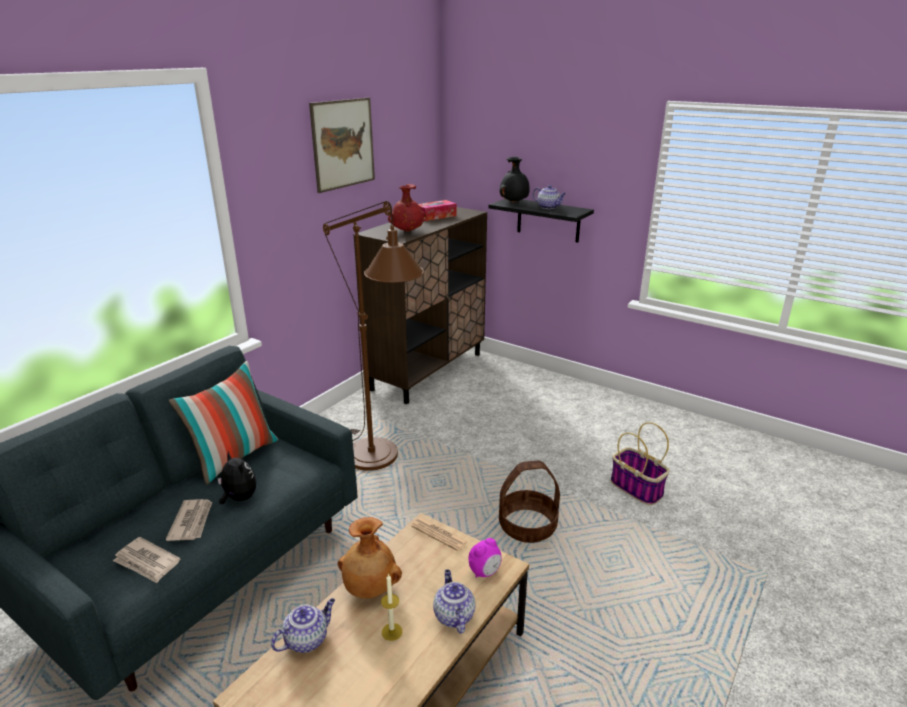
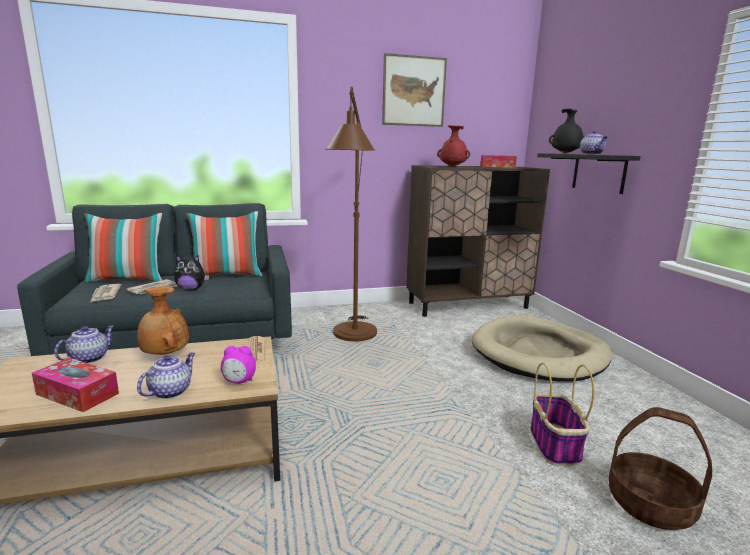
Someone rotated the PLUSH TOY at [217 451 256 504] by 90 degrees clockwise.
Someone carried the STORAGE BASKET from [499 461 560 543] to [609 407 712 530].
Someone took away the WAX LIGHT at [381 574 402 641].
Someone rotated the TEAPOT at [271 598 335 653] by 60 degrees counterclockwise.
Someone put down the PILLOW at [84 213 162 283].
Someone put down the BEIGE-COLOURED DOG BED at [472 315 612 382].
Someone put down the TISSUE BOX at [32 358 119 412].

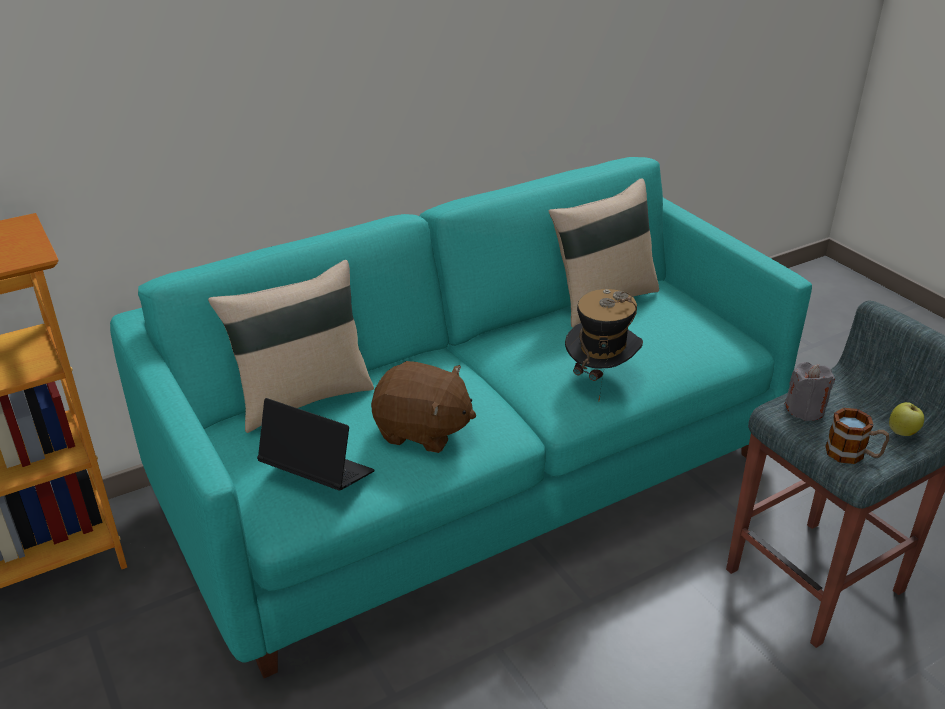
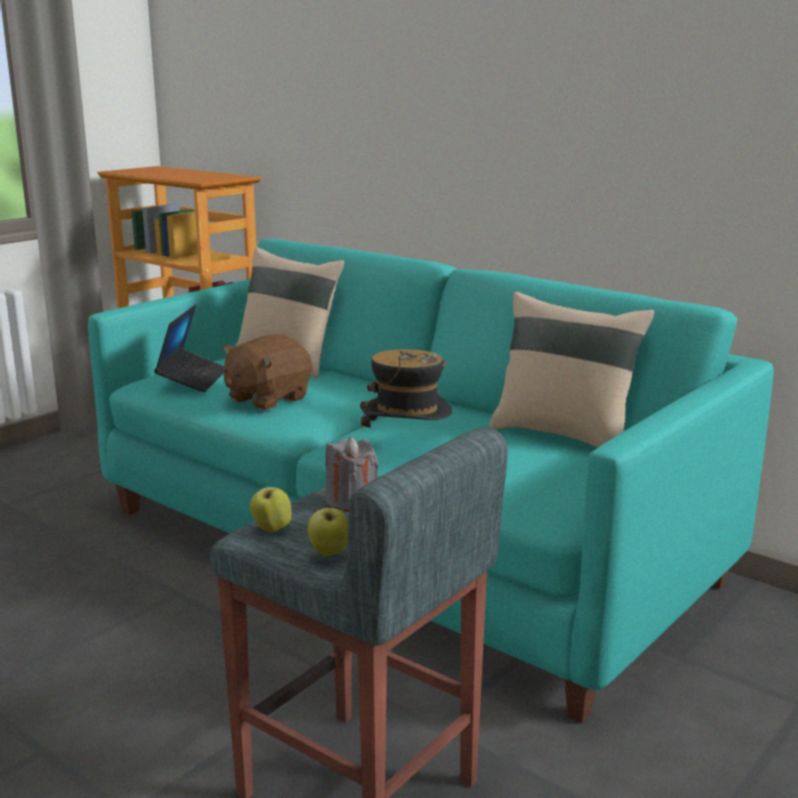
Someone rotated the BROWN-COLOURED PLUSH TOY at [371 361 476 453] by 45 degrees clockwise.
Someone swapped the COFFEE MUG at [825 408 889 464] for the APPLE FRUIT at [250 481 291 532].

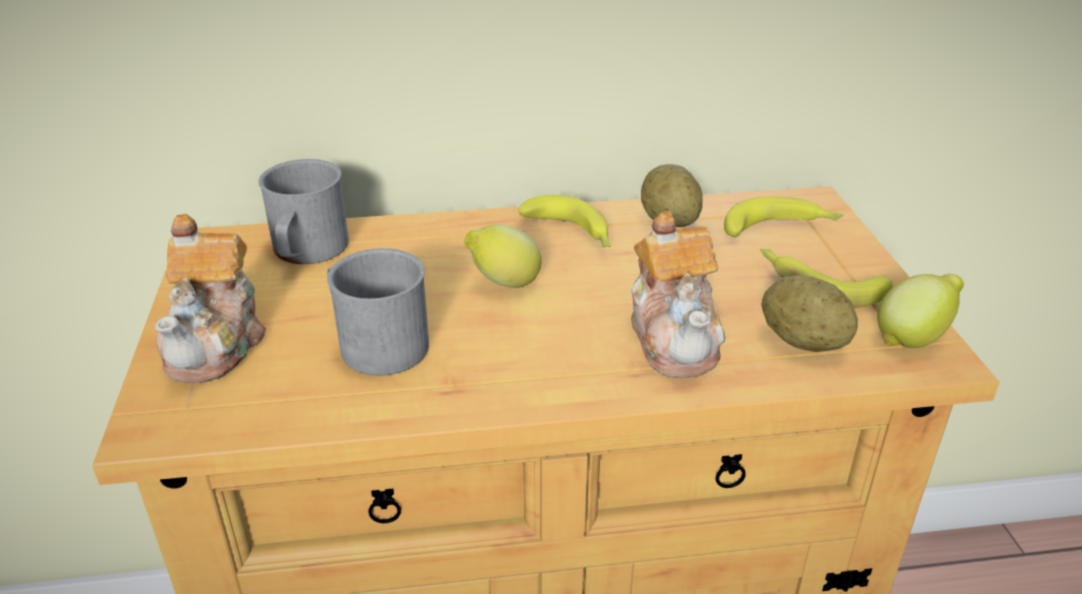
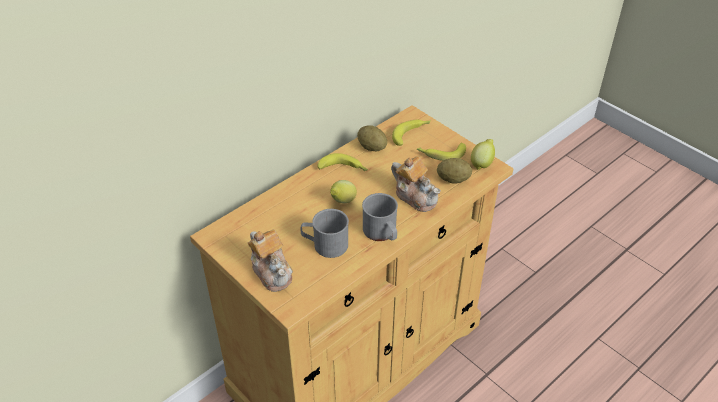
Someone carried the GRAY COFFEE MUG from [259 159 349 264] to [362 193 398 241].

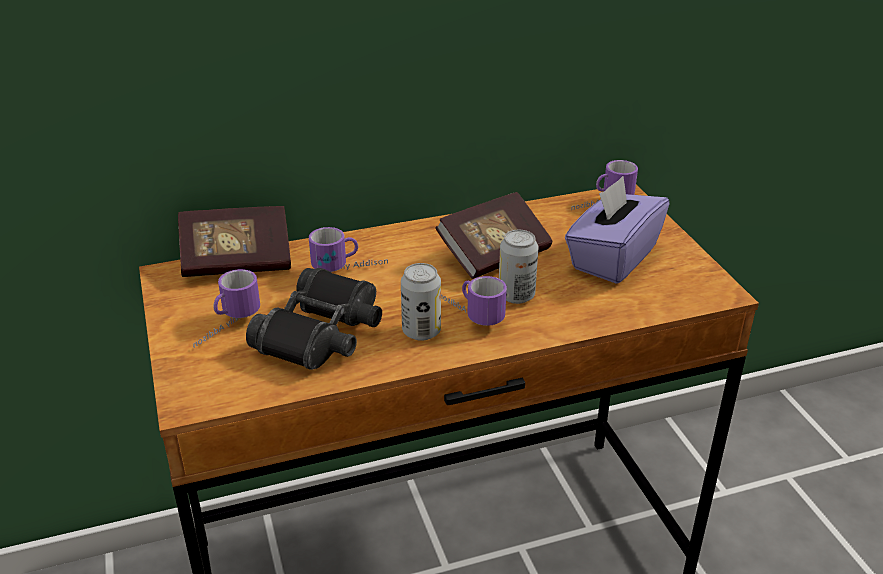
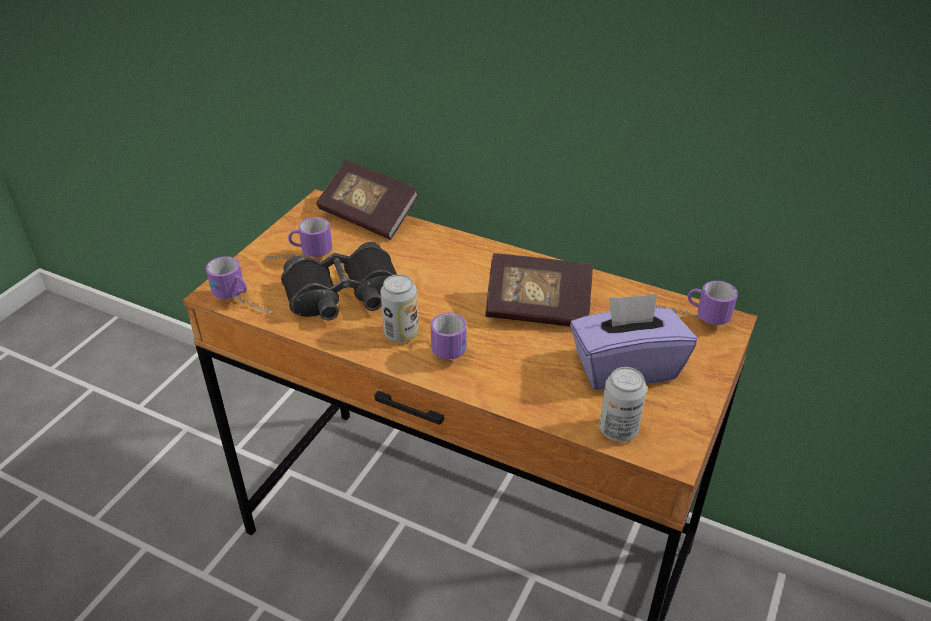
Someone carried the COFFEE MUG from [309 227 388 272] to [206 256 272 315].
Someone carried the METAL CAN from [499 230 538 304] to [599 367 647 442].

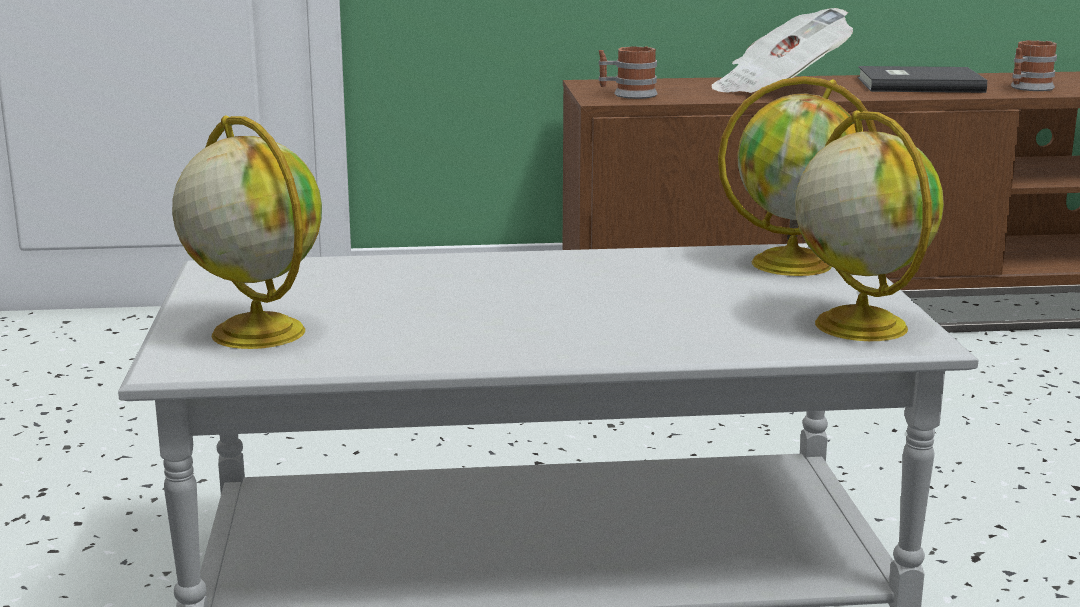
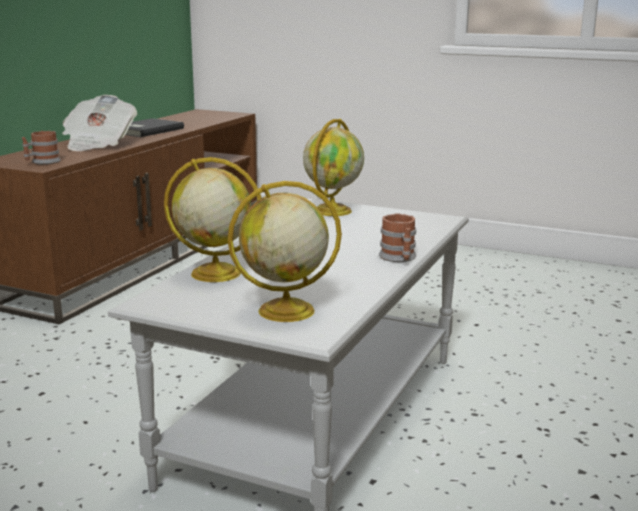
Someone carried the COFFEE MUG from [1011 40 1057 91] to [379 213 416 262].
Someone carried the DESK GLOBE from [795 110 944 341] to [164 157 262 282].

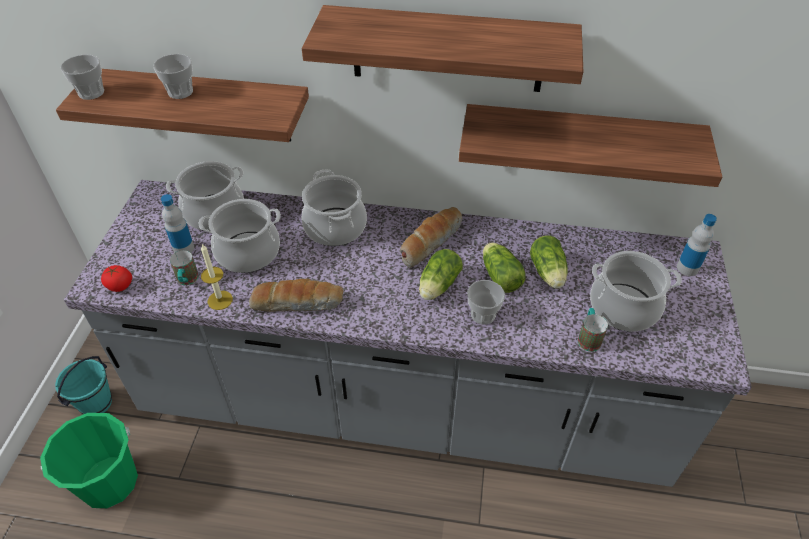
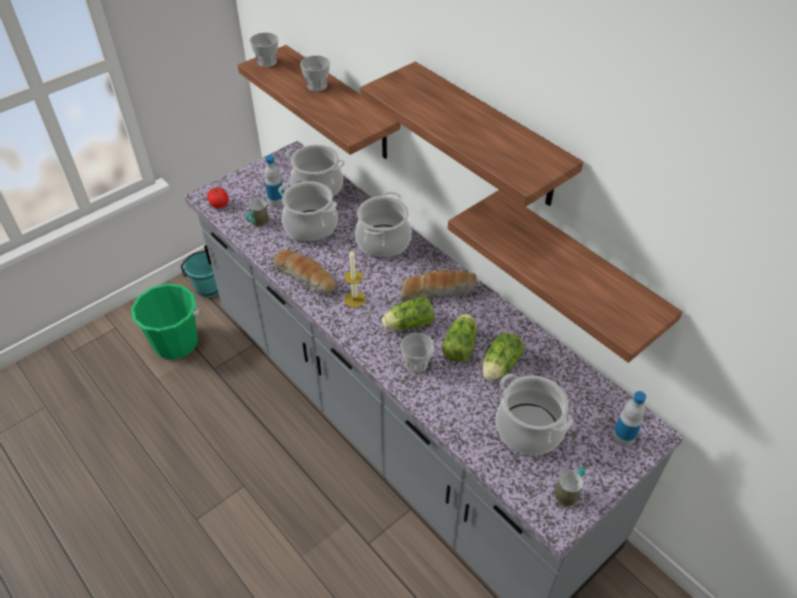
Someone carried the WAX LIGHT from [201 244 233 310] to [344 251 366 308].
Someone carried the COFFEE MUG from [578 308 608 352] to [554 467 585 507].

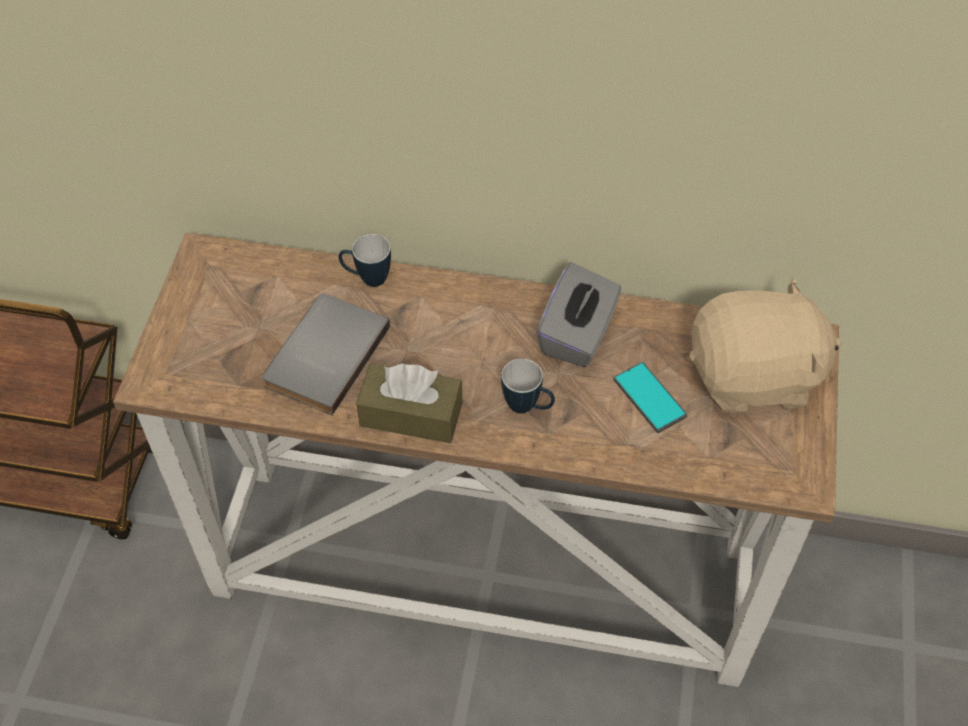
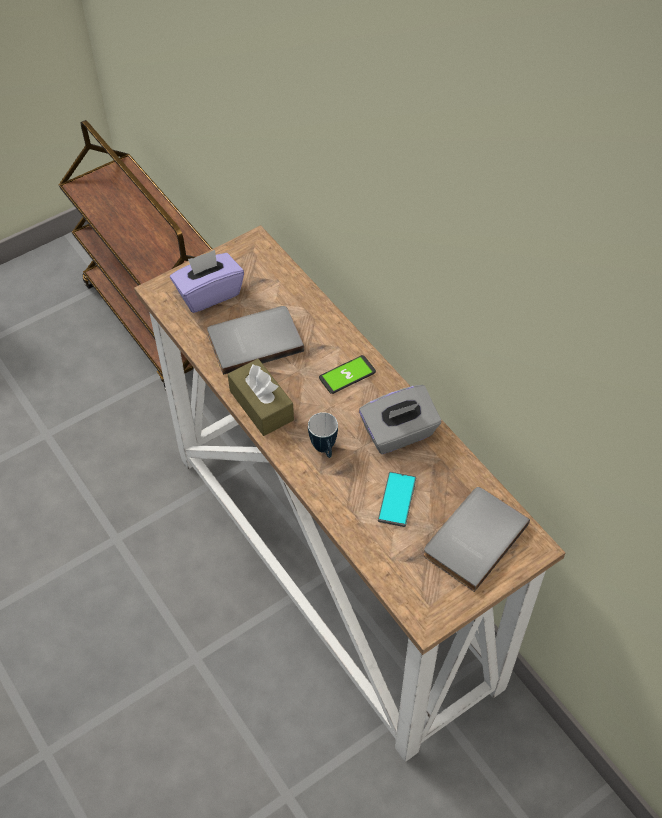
Someone took away the COFFEE MUG at [338 234 391 287].
Someone swapped the BEIGE-COLOURED PLUSH TOY at [689 277 842 414] for the GRAY BOOK at [424 487 530 592].
Someone put down the PURPLISH TISSUE BOX at [170 250 244 313].
Someone put down the PHONE at [319 355 376 394].

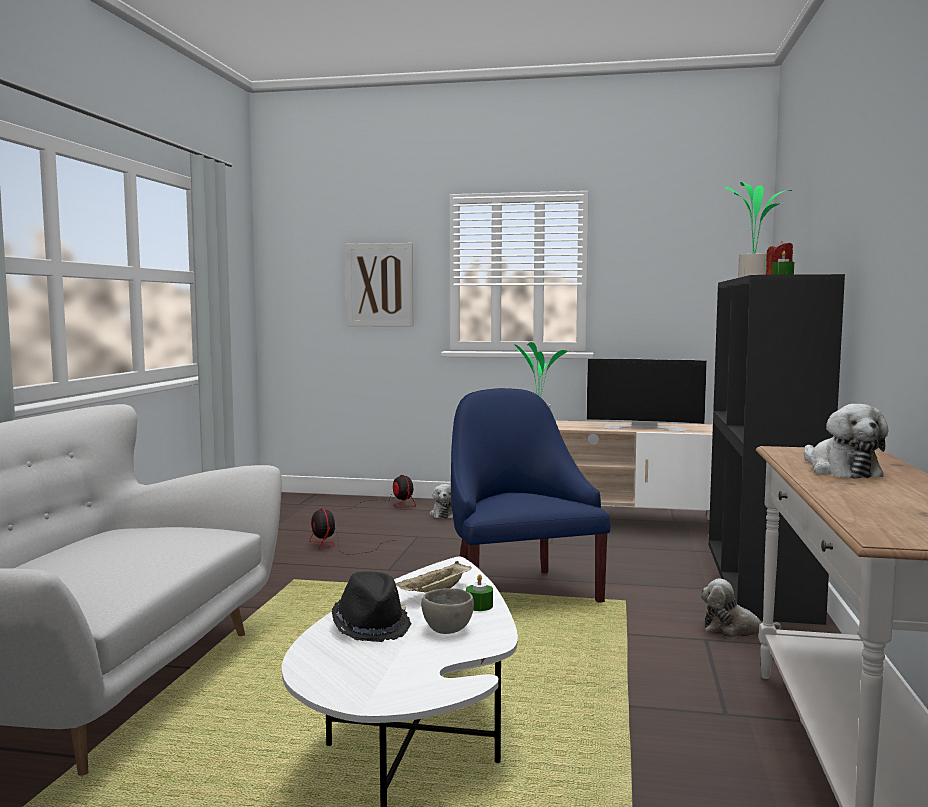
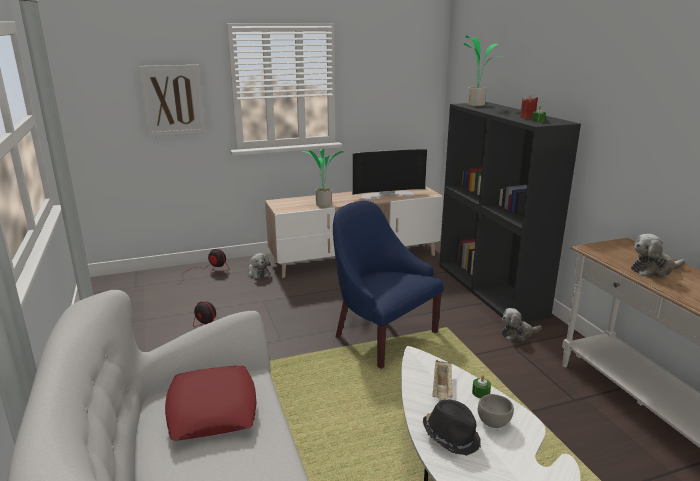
Someone rotated the PLUSH TOY at [804 404 888 479] by 120 degrees clockwise.
Someone put down the RED PILLOW at [165 366 257 441].

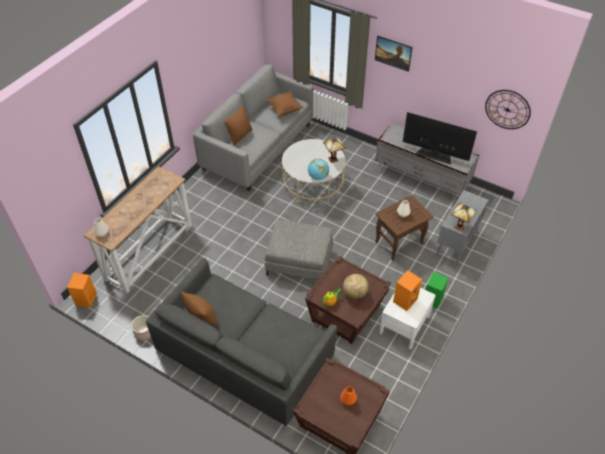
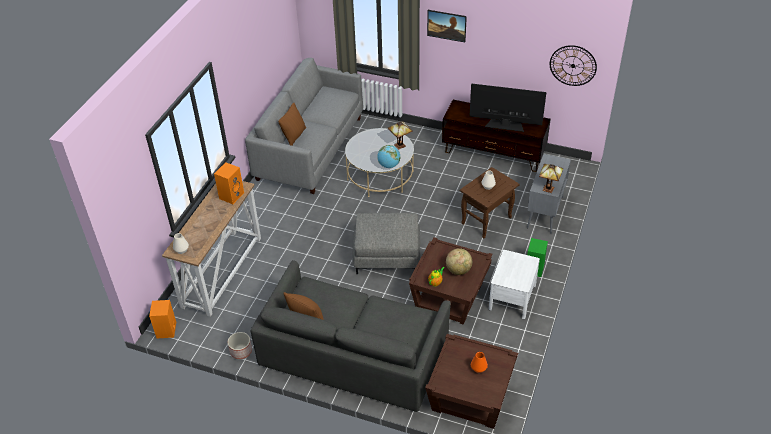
Someone took away the BROWN-COLOURED PILLOW at [266 92 303 116].
Someone repainted the GRAY MEDIA CONSOLE at [375 123 479 202], which became the BROWN-COLOURED MEDIA CONSOLE at [442 100 551 172].
Someone carried the ORANGEY LOUDSPEAKER from [393 271 422 311] to [214 162 244 204].

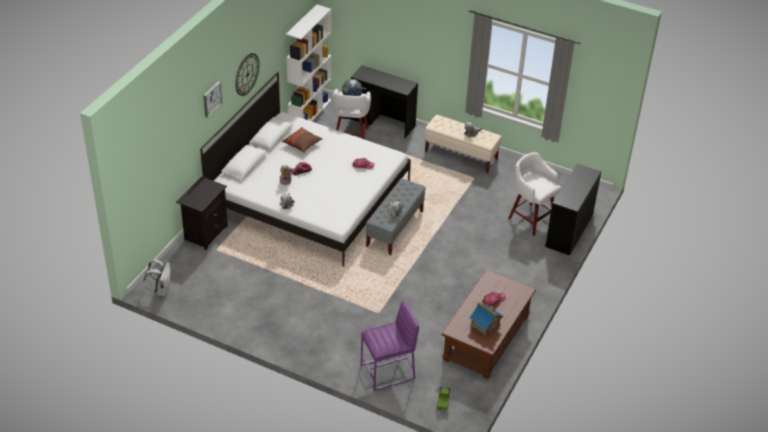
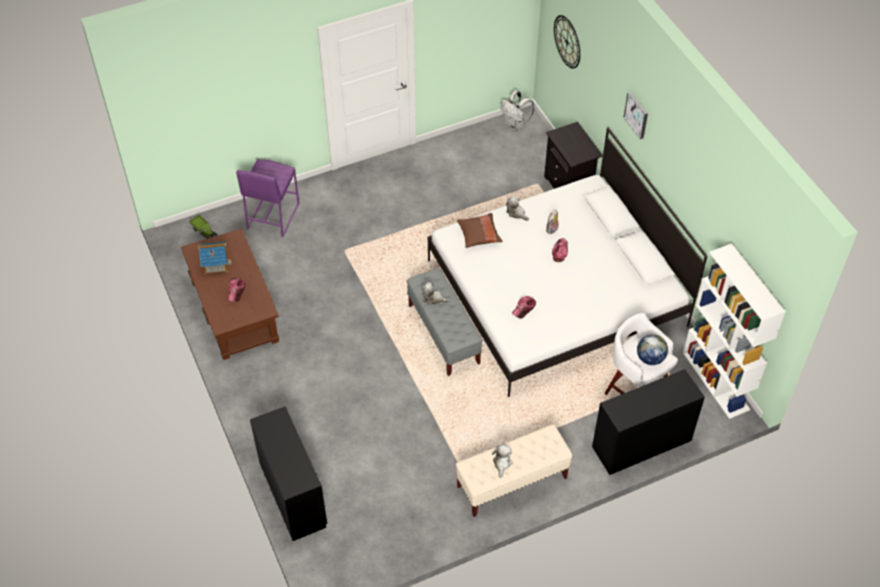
Someone carried the WALL CLOCK from [236 53 259 96] to [554 15 580 69].
Someone carried the BROWN-COLOURED PILLOW from [282 127 322 153] to [457 213 503 248].
Someone took away the WHITISH STOOL at [508 152 561 236].

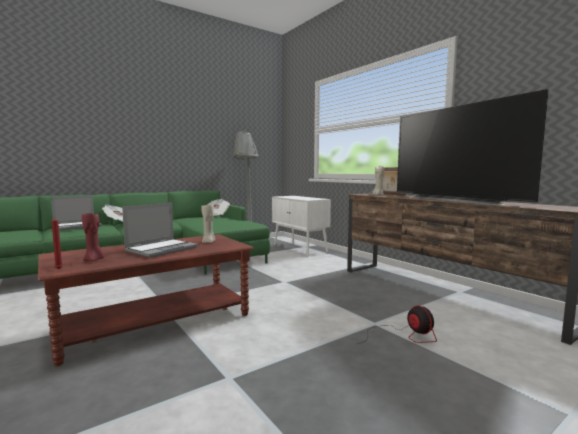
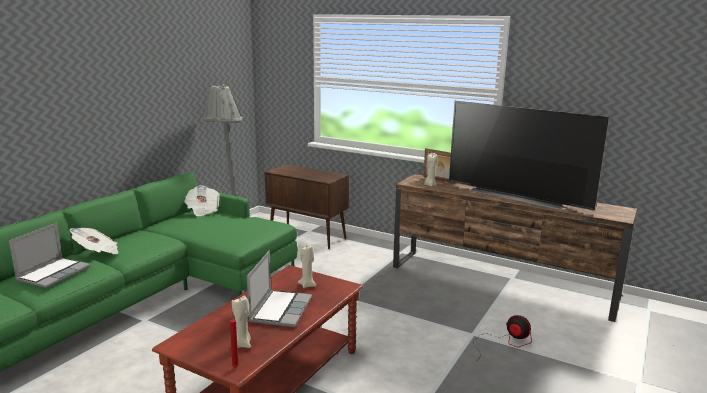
Someone repainted the WHITISH CABINET at [272 196 331 257], which became the BROWN-COLOURED CABINET at [265 165 349 249].
Someone repainted the RED WAX LIGHT at [82 213 105 261], which became the BEIGE-COLOURED WAX LIGHT at [232 296 251 348].

